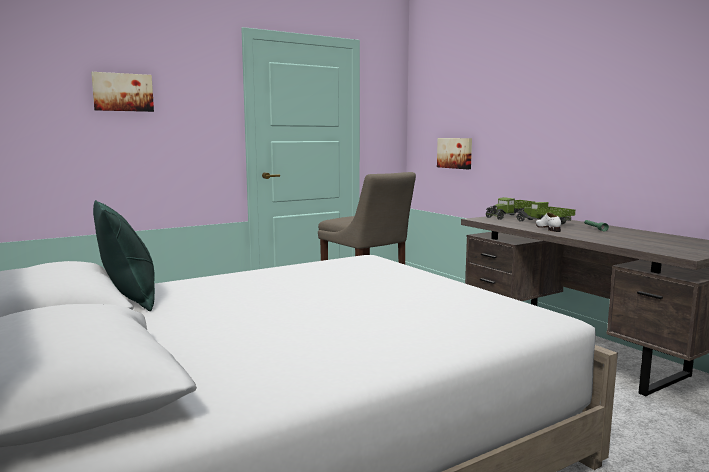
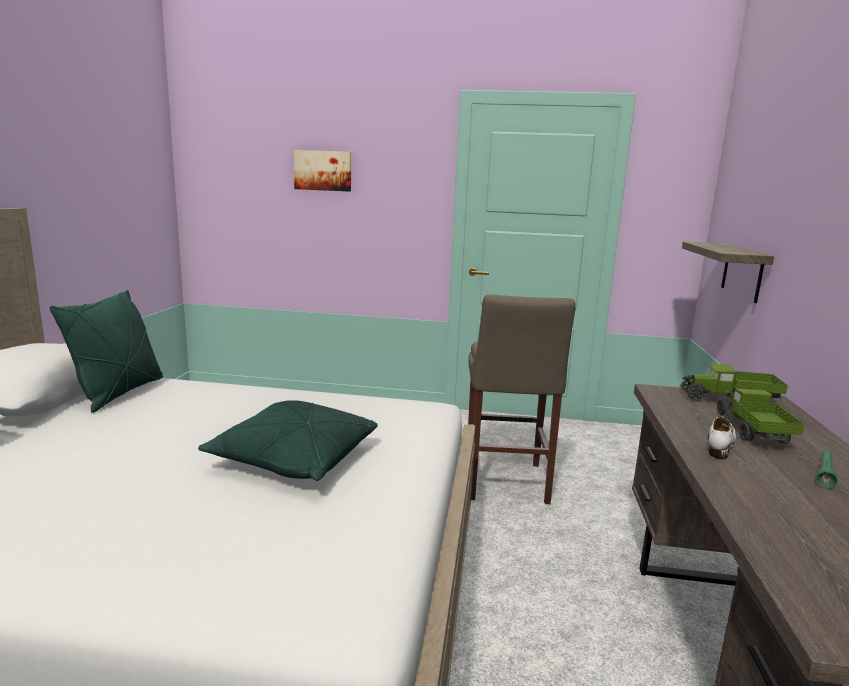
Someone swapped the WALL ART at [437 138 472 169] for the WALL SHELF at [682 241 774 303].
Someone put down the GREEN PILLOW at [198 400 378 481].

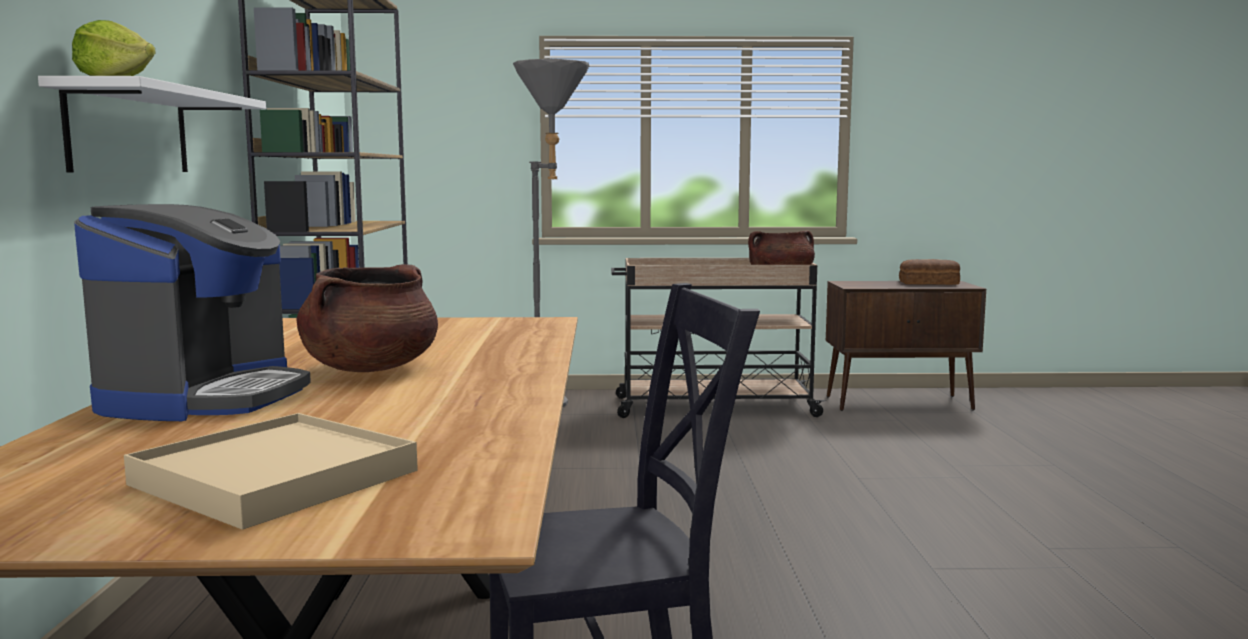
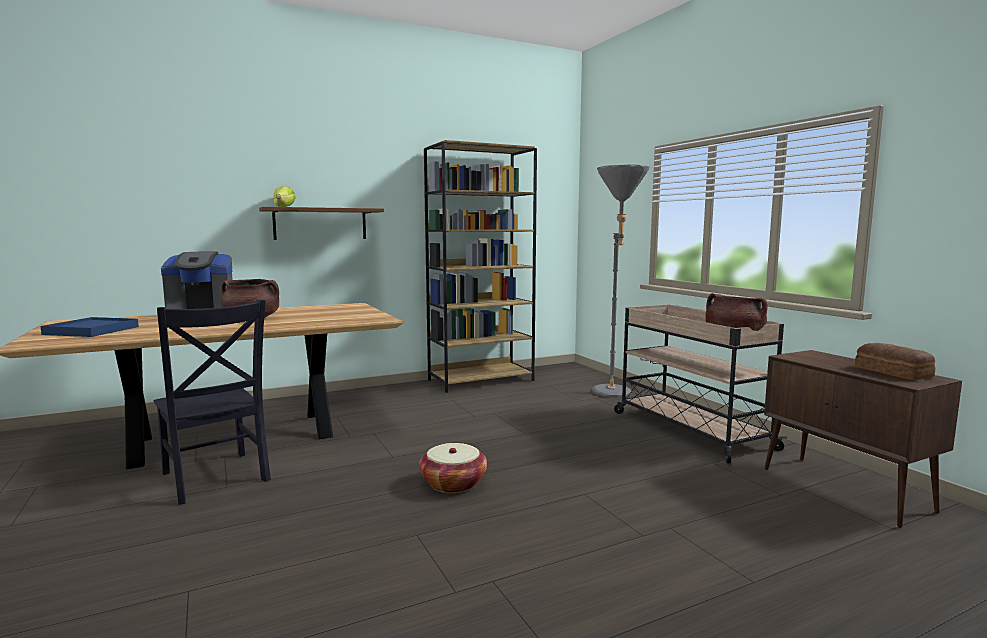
Someone repainted the WHITISH WALL SHELF at [38 76 266 173], which became the BROWN-COLOURED WALL SHELF at [259 207 384 240].
Someone repainted the BEIGE-COLOURED SERVING TRAY at [124 413 418 530], which became the BLUE SERVING TRAY at [41 317 139 337].
Someone put down the STORAGE BASKET at [419 443 487 493].

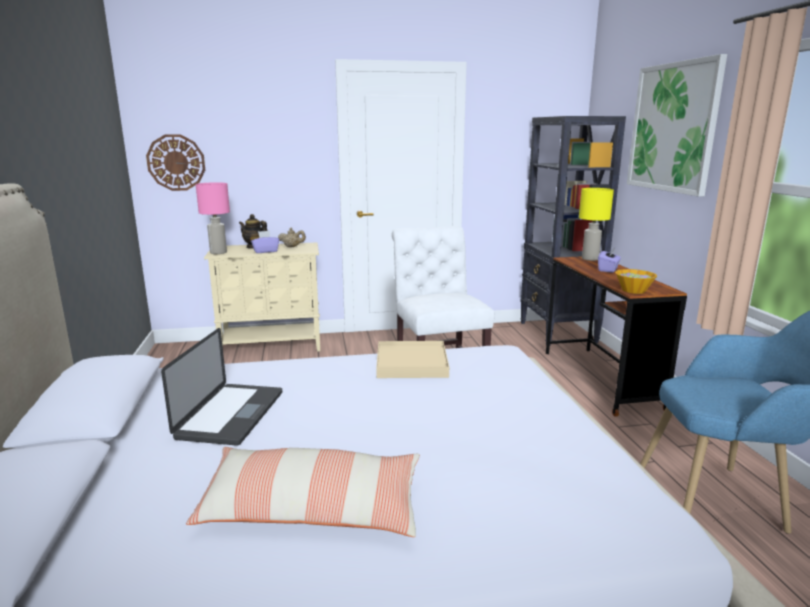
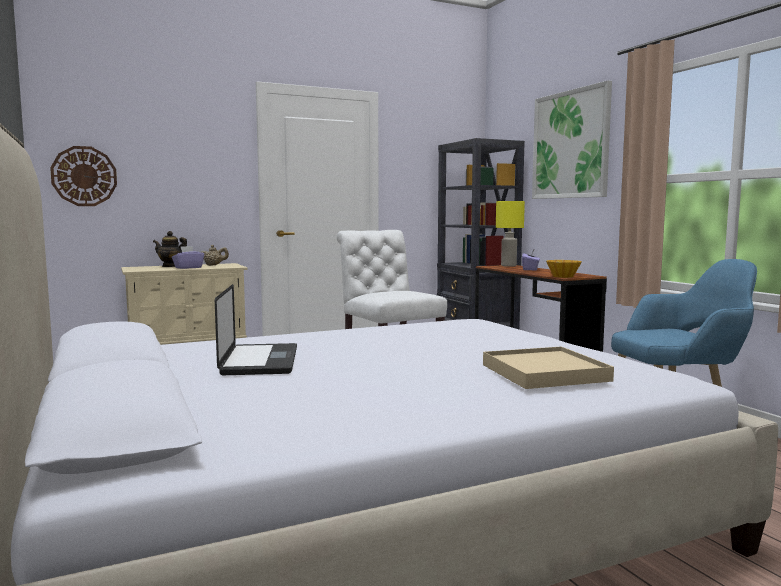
Someone took away the PINK-COLOURED TABLETOP LAMP at [195 182 230 254].
Someone carried the BEIGE-COLOURED SERVING TRAY from [376 341 449 378] to [483 346 614 389].
Someone took away the PILLOW at [186 447 420 537].

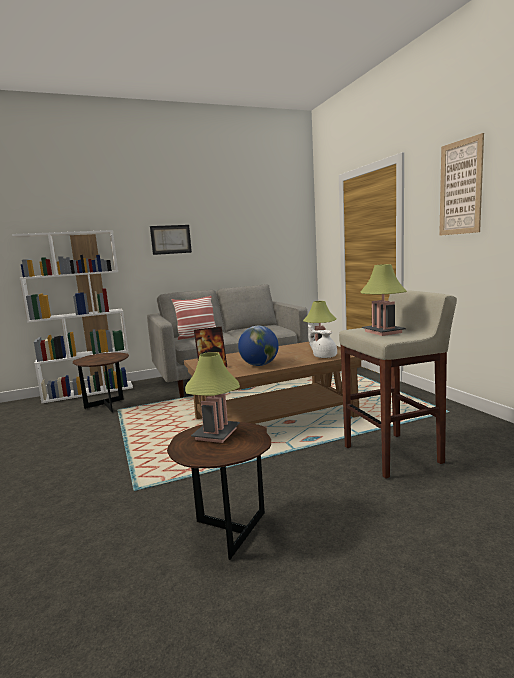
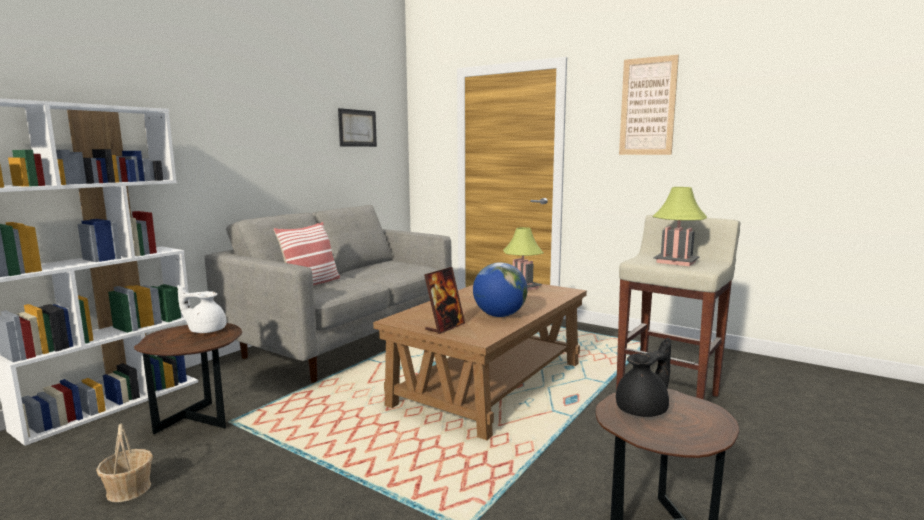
Someone carried the WALL ART from [150 225 192 255] to [338 108 377 147].
Someone carried the WHITISH TEAPOT from [308 325 337 358] to [177 285 227 333].
Someone swapped the TABLETOP LAMP at [185 352 240 443] for the BLACKISH TEAPOT at [616 338 671 417].
Someone put down the STORAGE BASKET at [96 424 153 502].

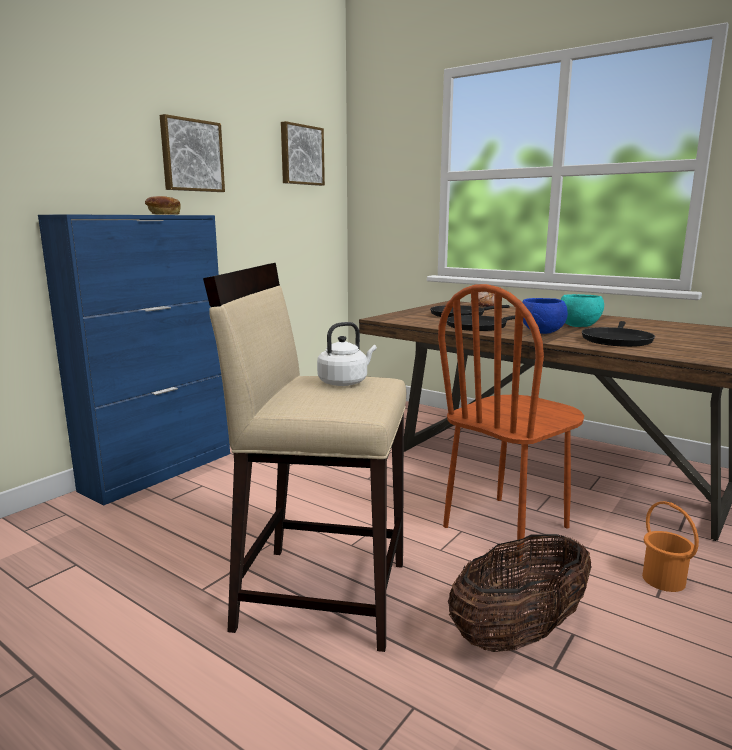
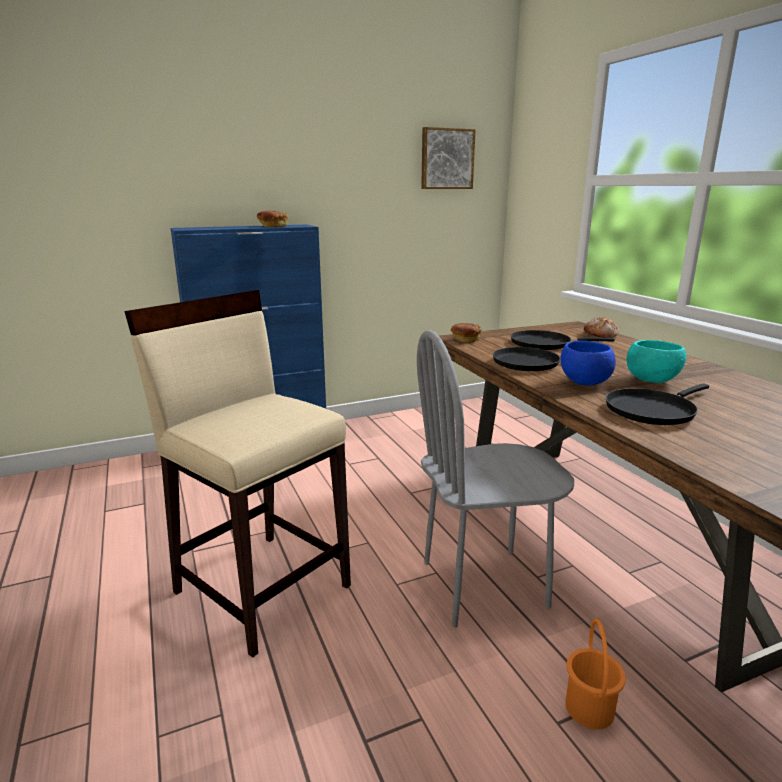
Someone took away the WALL ART at [160 114 225 192].
Someone repainted the BROWN-COLOURED UPRIGHT CHAIR at [438 284 584 562], which became the GRAY UPRIGHT CHAIR at [417 330 574 627].
Someone took away the WHITISH TEA KETTLE at [317 322 377 386].
Someone took away the STORAGE BASKET at [448 534 592 652].
Someone put down the BAKERY BREAD at [450 323 481 343].

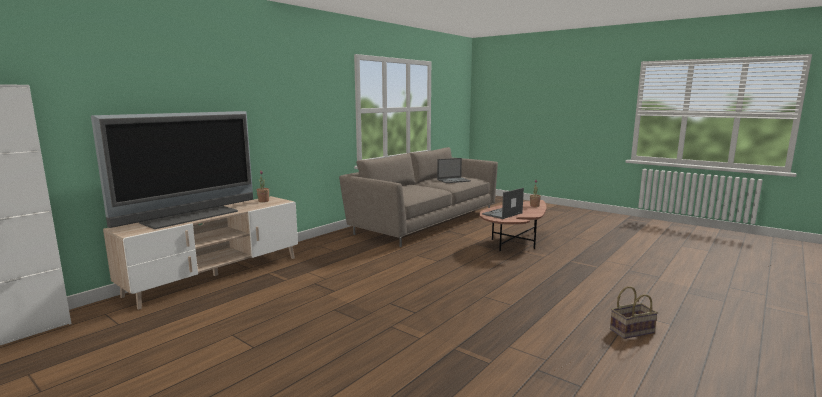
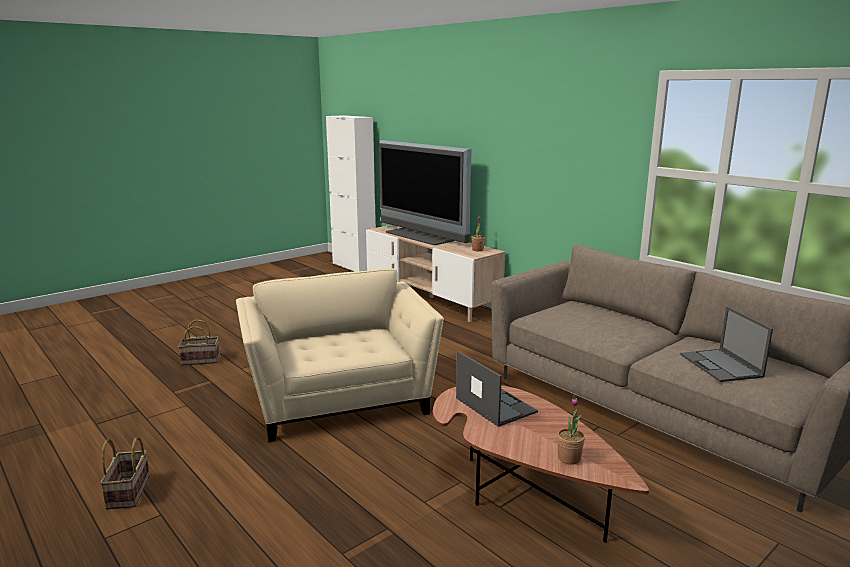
Someone put down the BEIGE-COLOURED ARMCHAIR at [236 268 444 442].
Someone put down the STORAGE BASKET at [178 320 220 366].

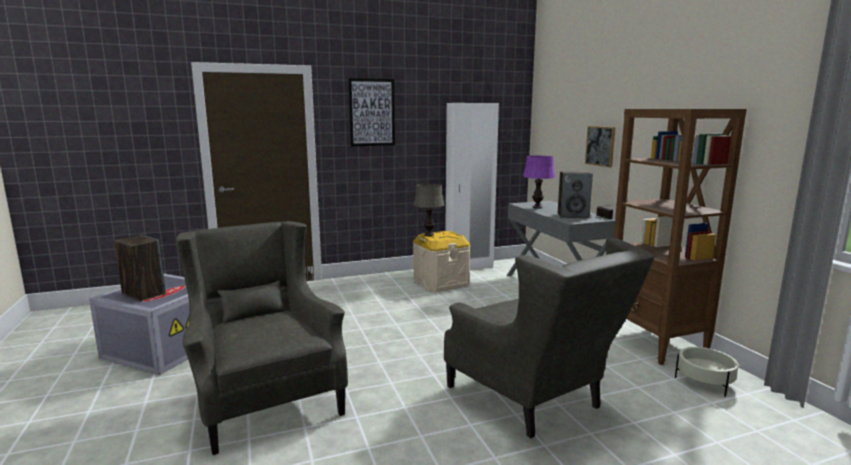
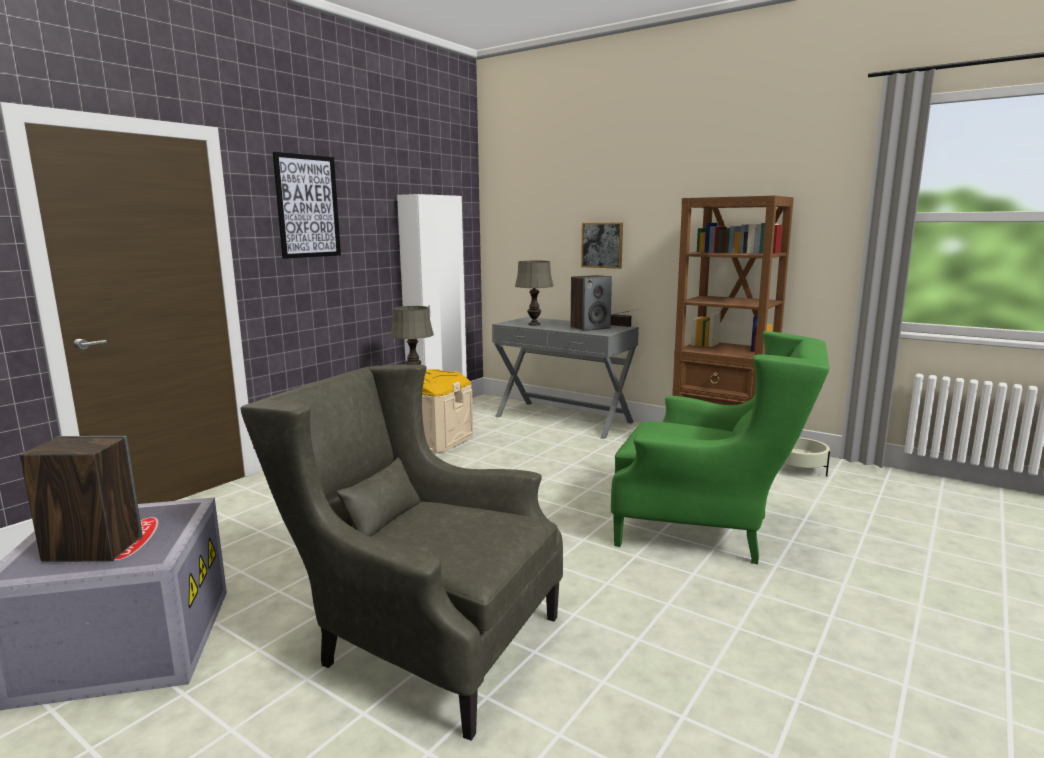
Someone repainted the PURPLISH TABLETOP LAMP at [523 156 555 209], which became the GRAY TABLETOP LAMP at [515 261 553 326].
Someone repainted the GRAY ARMCHAIR at [444 238 654 438], which became the GREEN ARMCHAIR at [611 331 829 564].

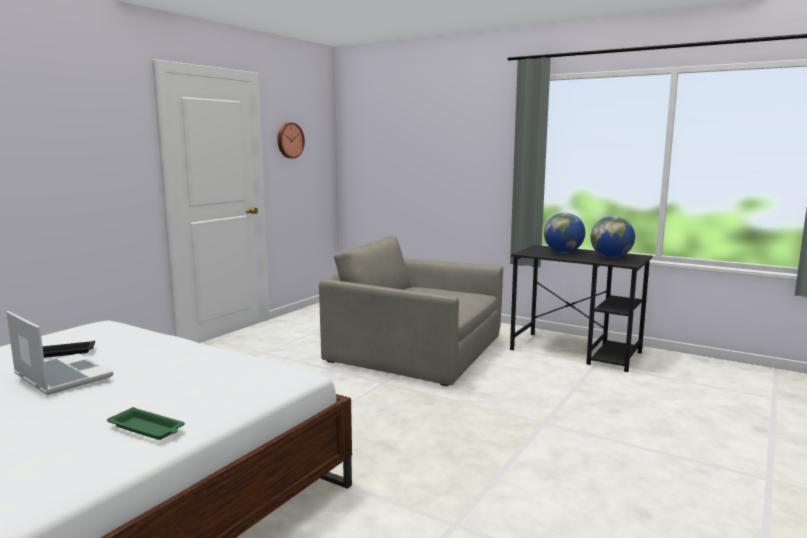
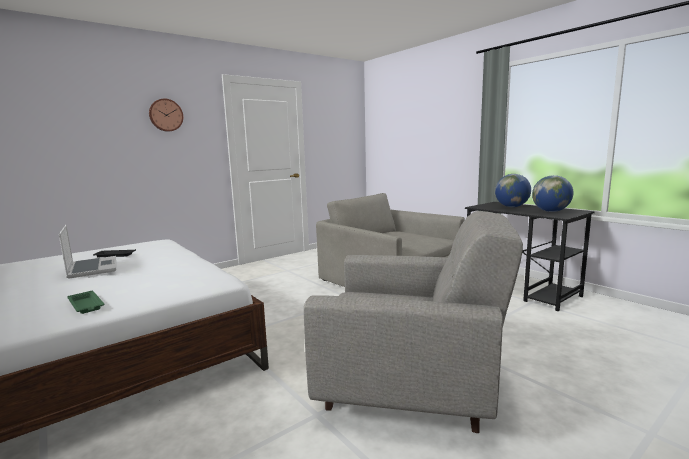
Someone carried the WALL CLOCK from [277 123 305 158] to [149 99 183 132].
Someone put down the GRAY ARMCHAIR at [304 211 523 433].

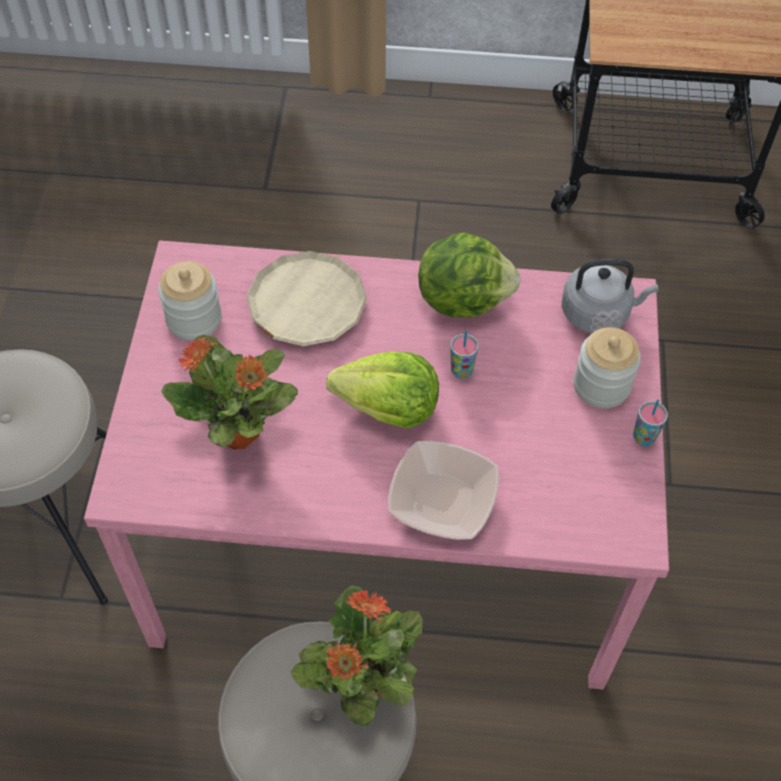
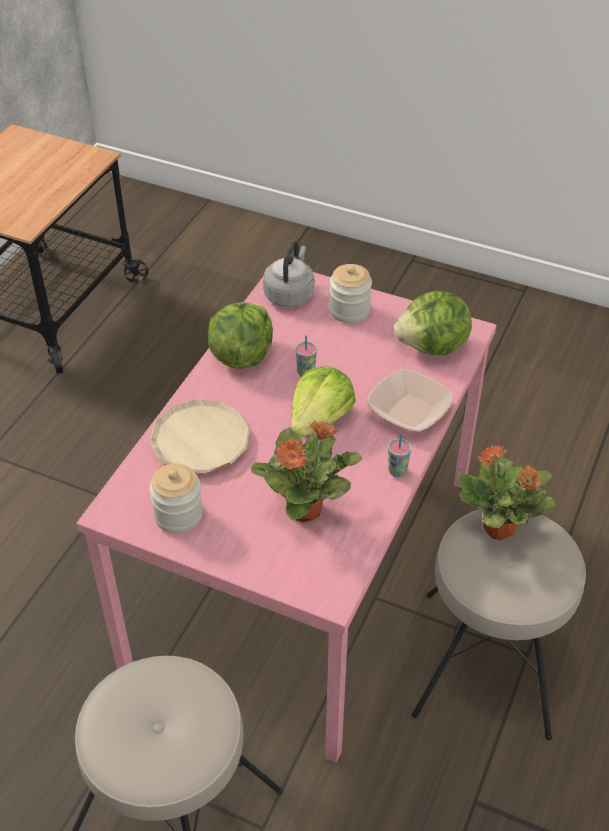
Someone carried the DRINKING CUP from [633 399 668 446] to [388 434 411 477].
Someone put down the LETTUCE at [394 291 472 356].

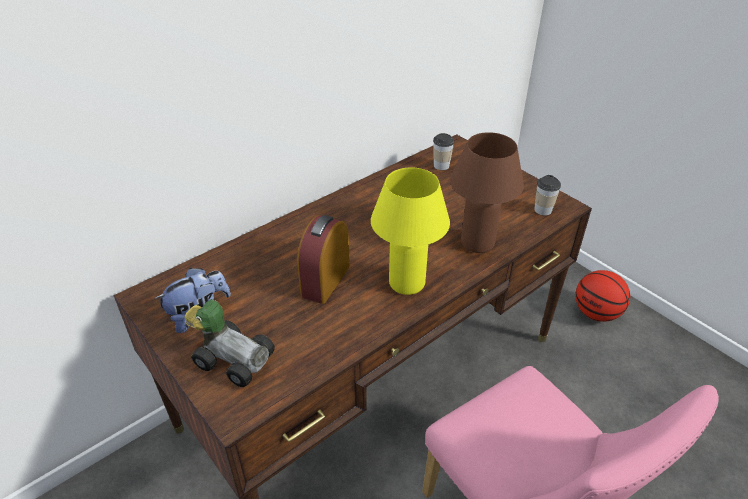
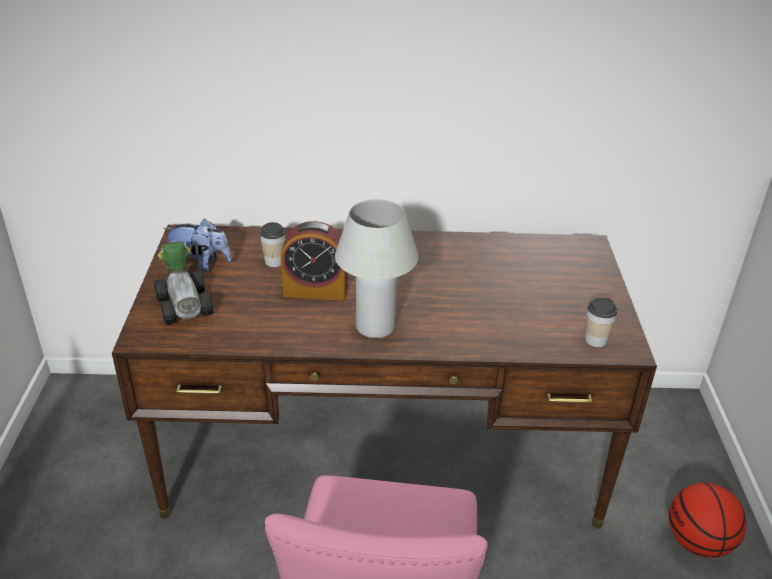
Someone took away the BROWN-COLOURED TABLETOP LAMP at [450 132 524 253].
Someone carried the DRINKING CUP from [433 133 454 170] to [259 222 285 267].
Someone repainted the YELLOW TABLETOP LAMP at [371 168 450 295], which became the WHITISH TABLETOP LAMP at [335 199 418 338].
Someone rotated the BEDSIDE CLOCK at [297 215 350 304] by 150 degrees counterclockwise.

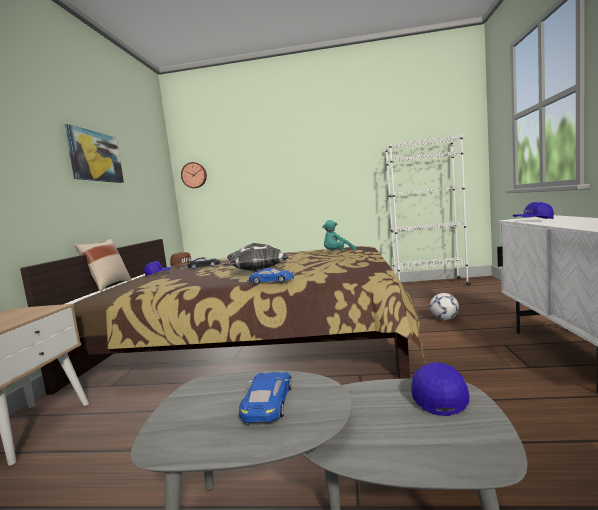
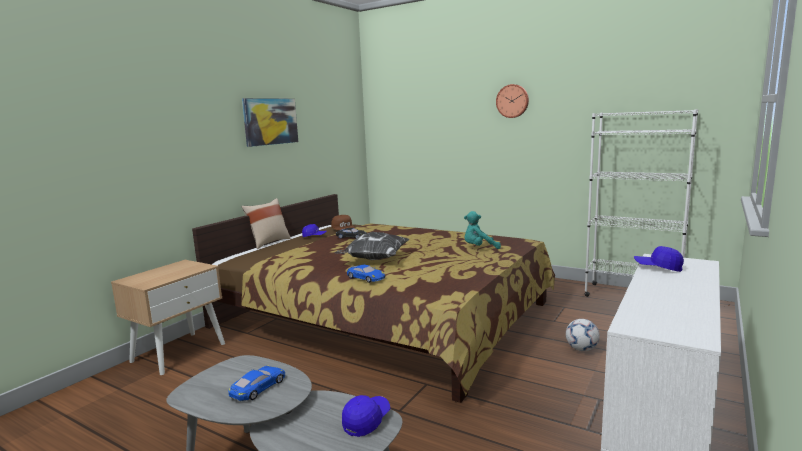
Someone carried the WALL CLOCK from [181 162 207 188] to [496 84 529 118].

